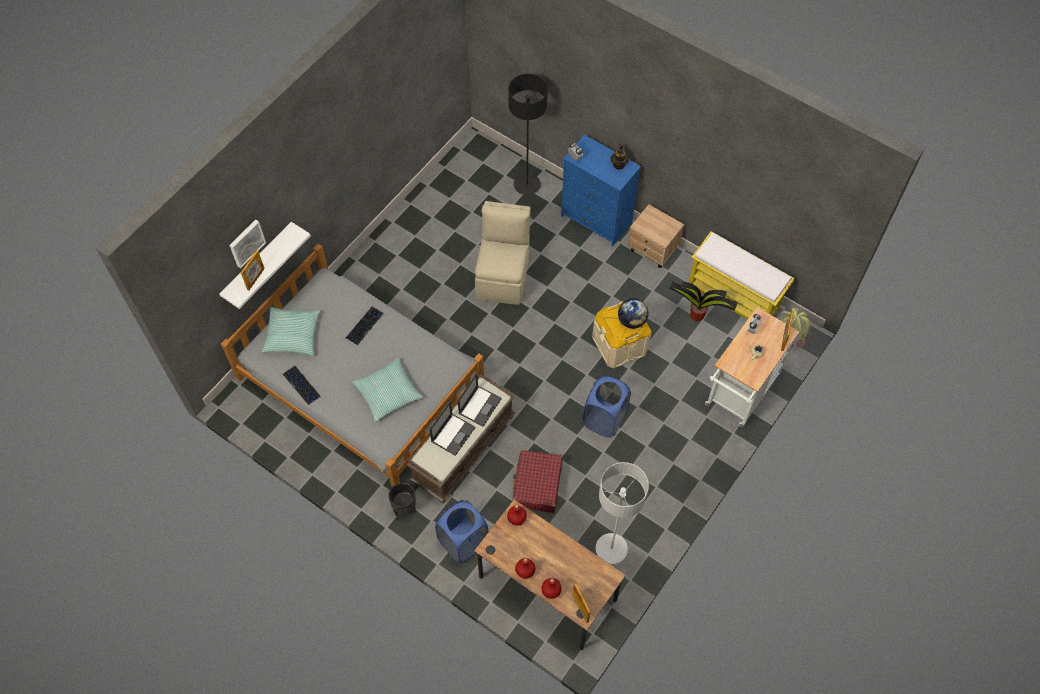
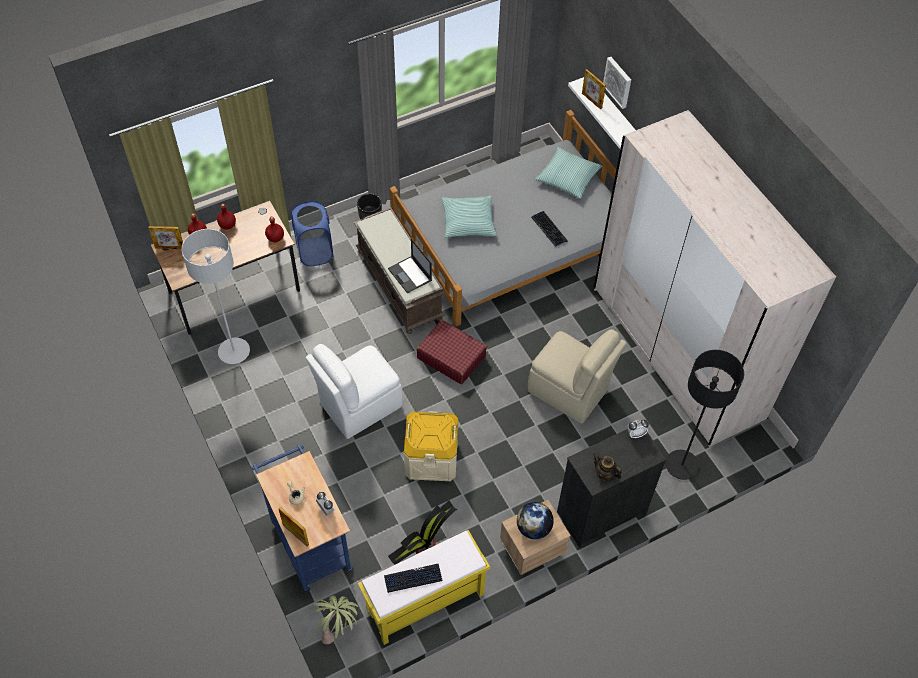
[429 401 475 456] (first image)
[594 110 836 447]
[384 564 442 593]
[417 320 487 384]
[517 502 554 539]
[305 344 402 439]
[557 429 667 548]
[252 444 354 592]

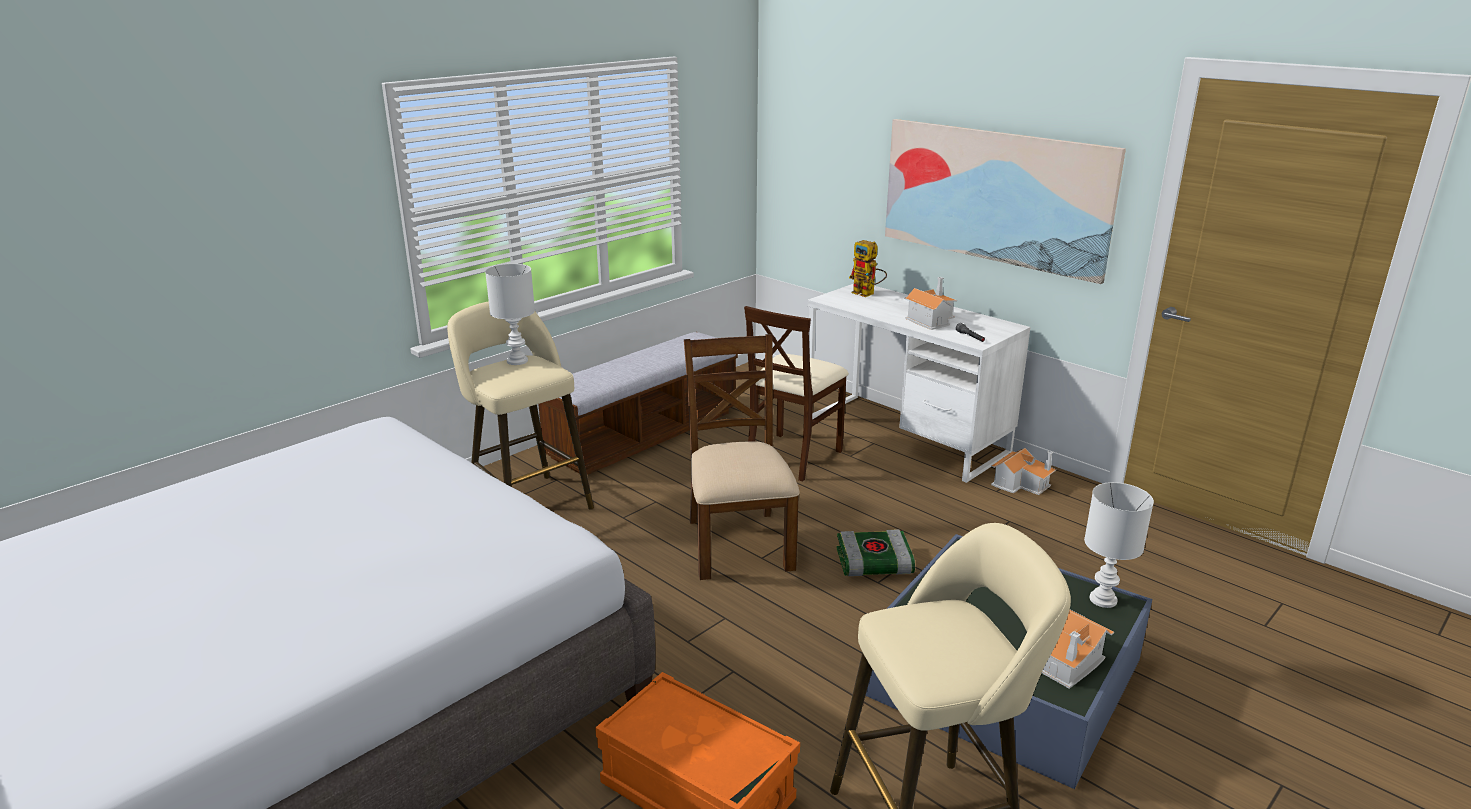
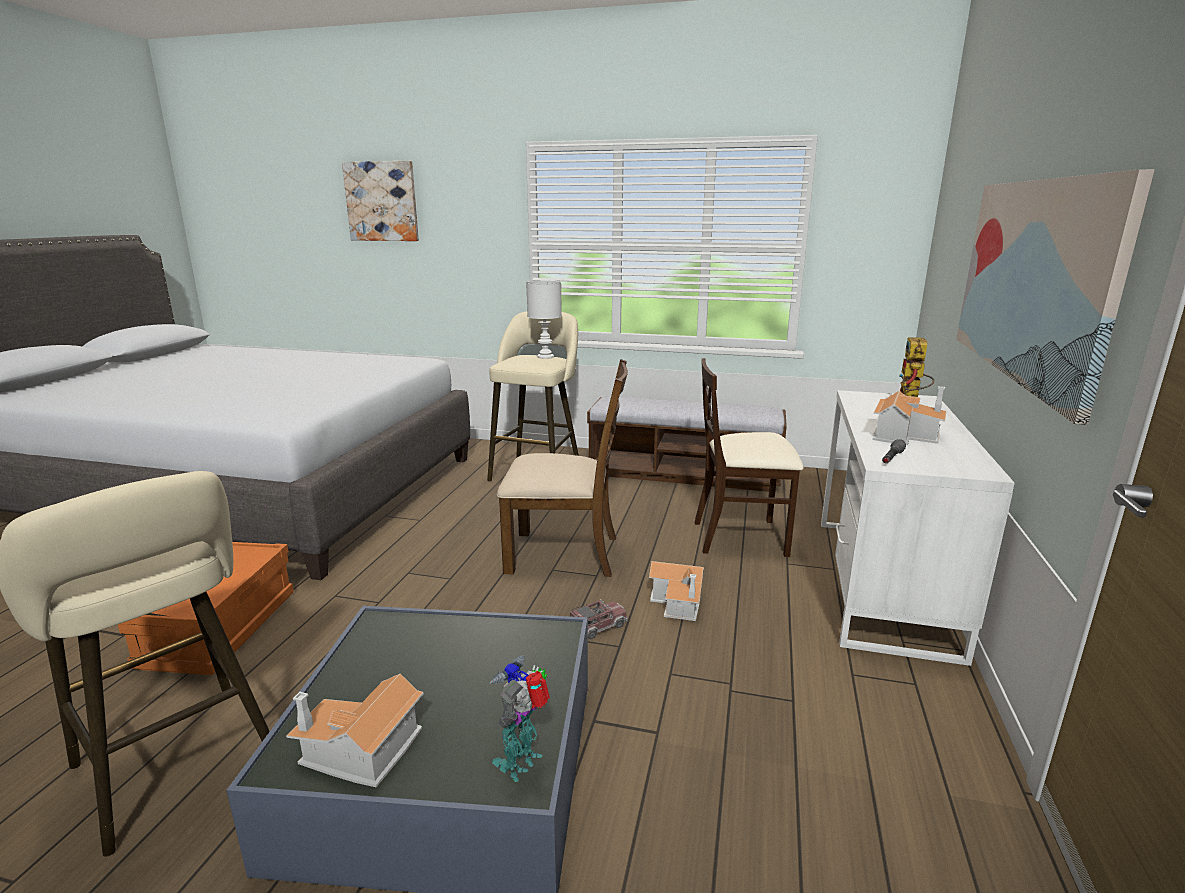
[342 161 419 241]
[649 561 704 621]
[570 599 628 640]
[489 655 550 782]
[497 359 628 577]

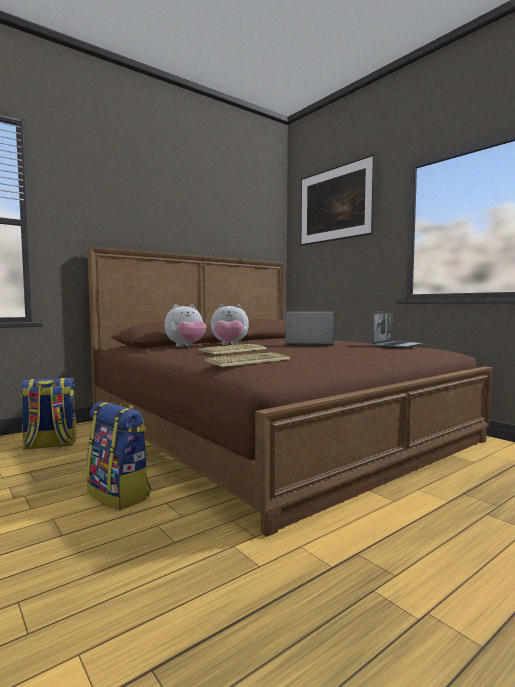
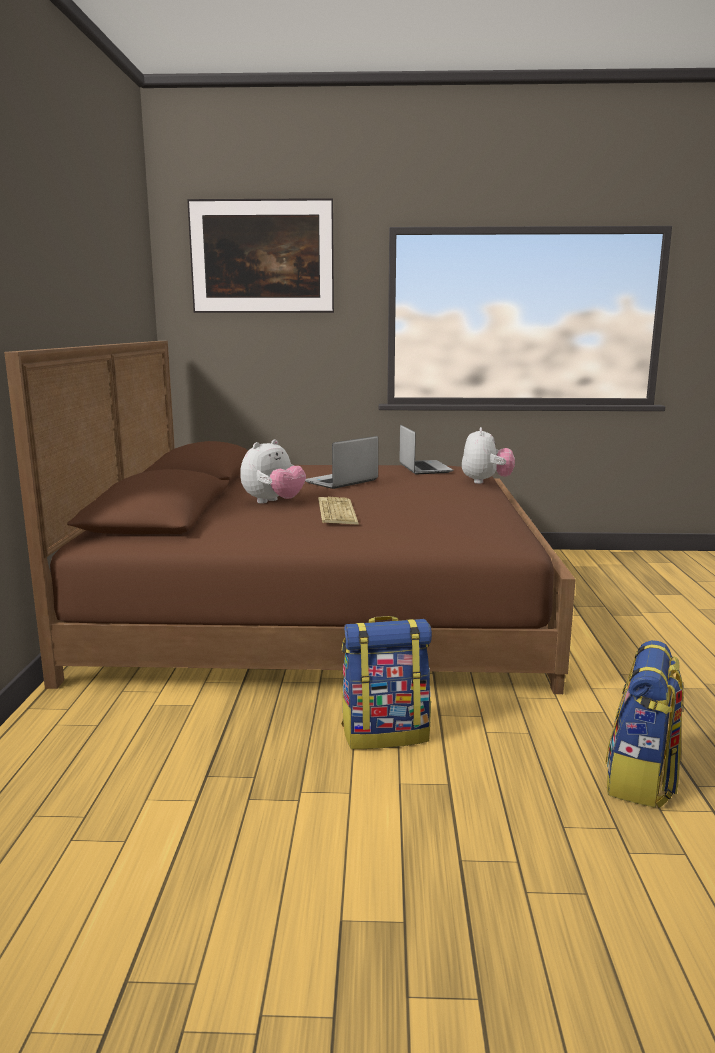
[204 353 290 367] (first image)
[605 640 684 808]
[462 427 515 484]

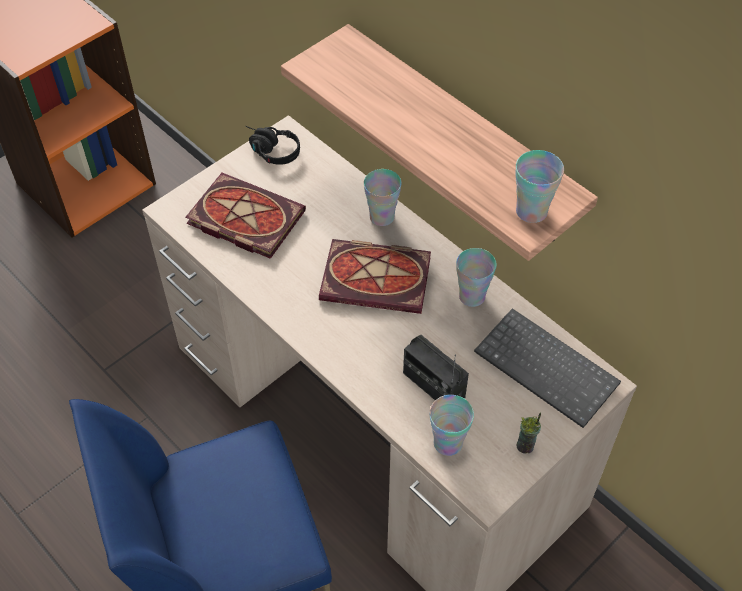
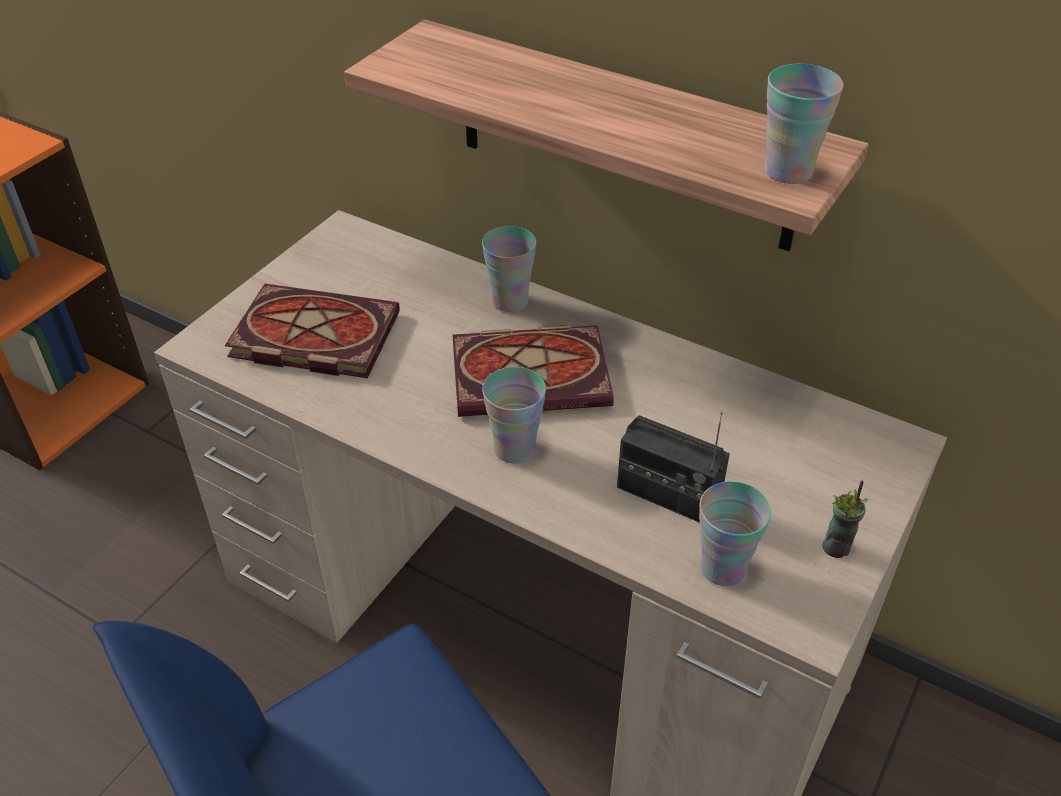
[245 126 300 165] (first image)
[474 308 621 428] (first image)
[482 367 546 464]

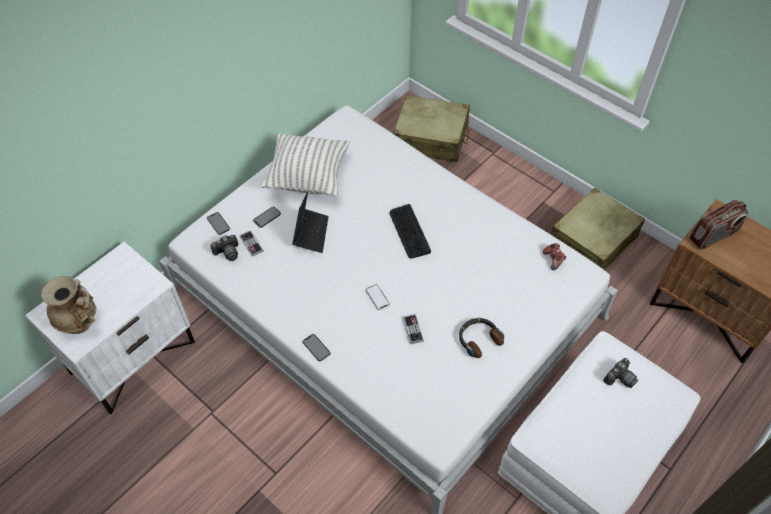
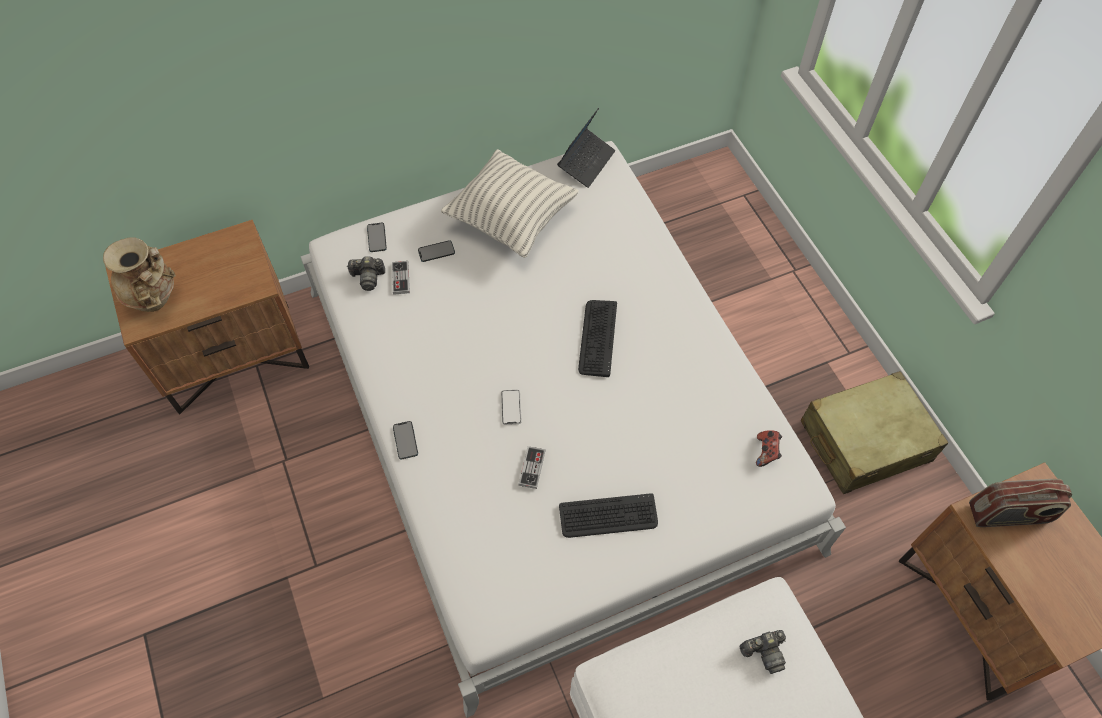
[393 95 470 162] (first image)
[557 108 615 188]
[559 493 658 538]
[105 220 309 414]

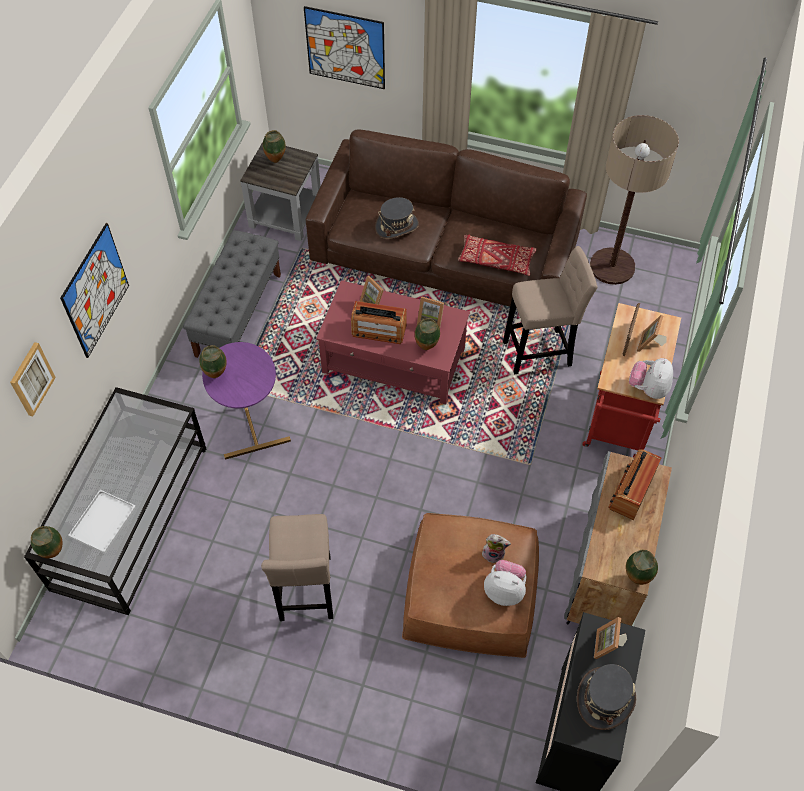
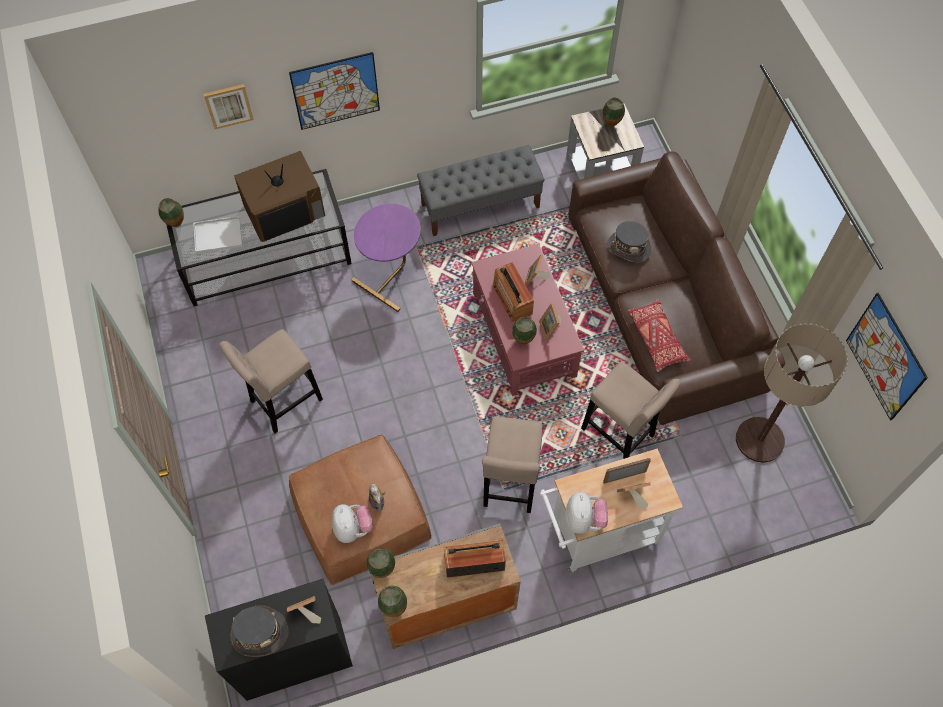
[234 151 325 242]
[482 416 542 513]
[367 548 395 578]
[846 293 928 421]
[540 449 683 572]
[565 492 608 534]

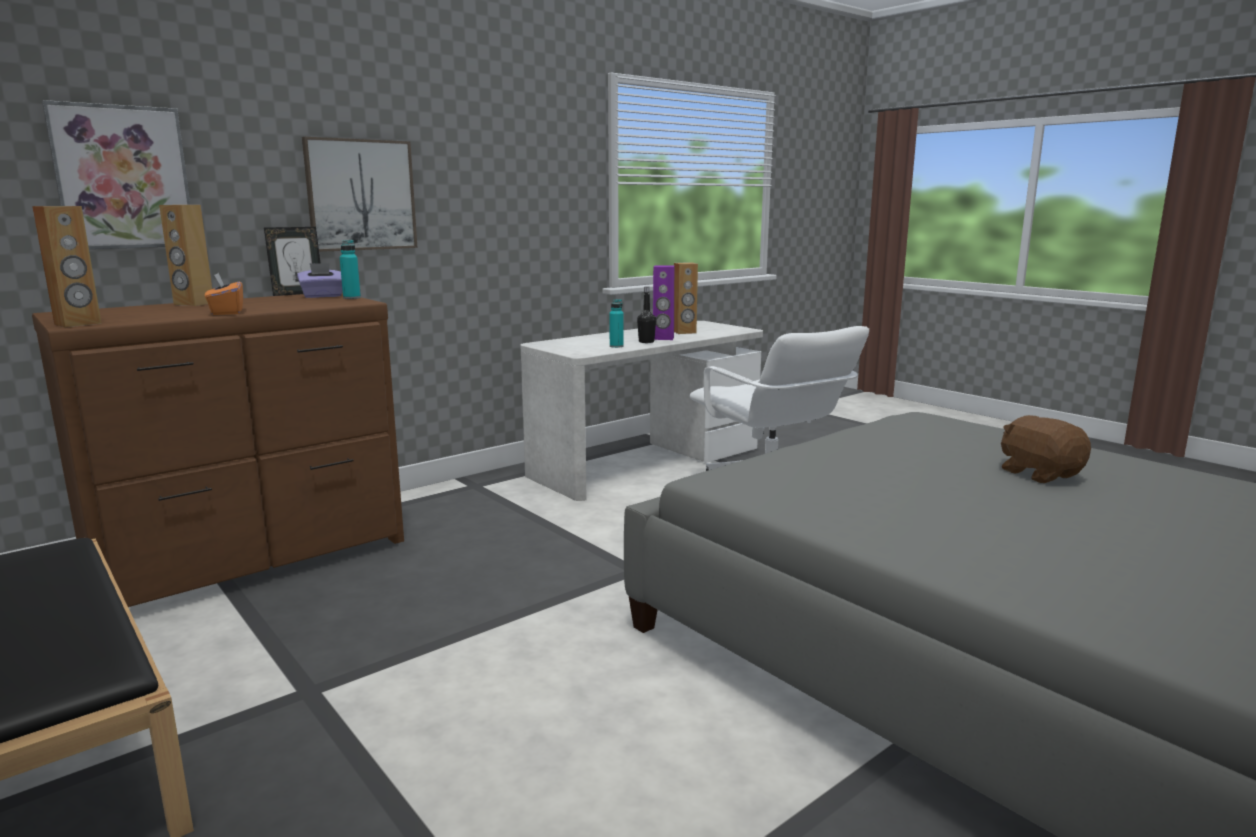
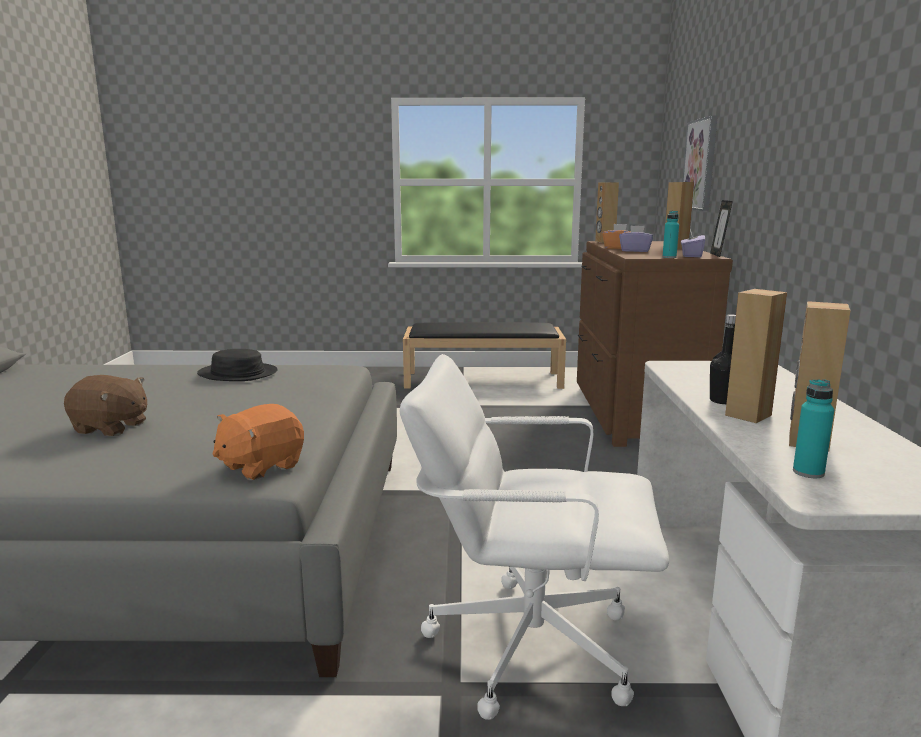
[302 137 418 252] (first image)
[197 349 278 381]
[213 404 304 480]
[619 226 653 252]
[793 379 834 478]
[725 289 787 423]

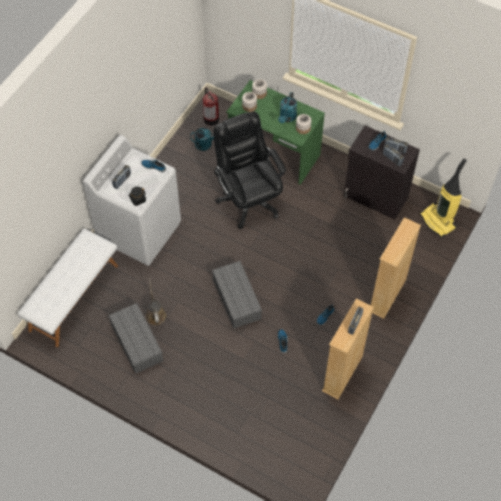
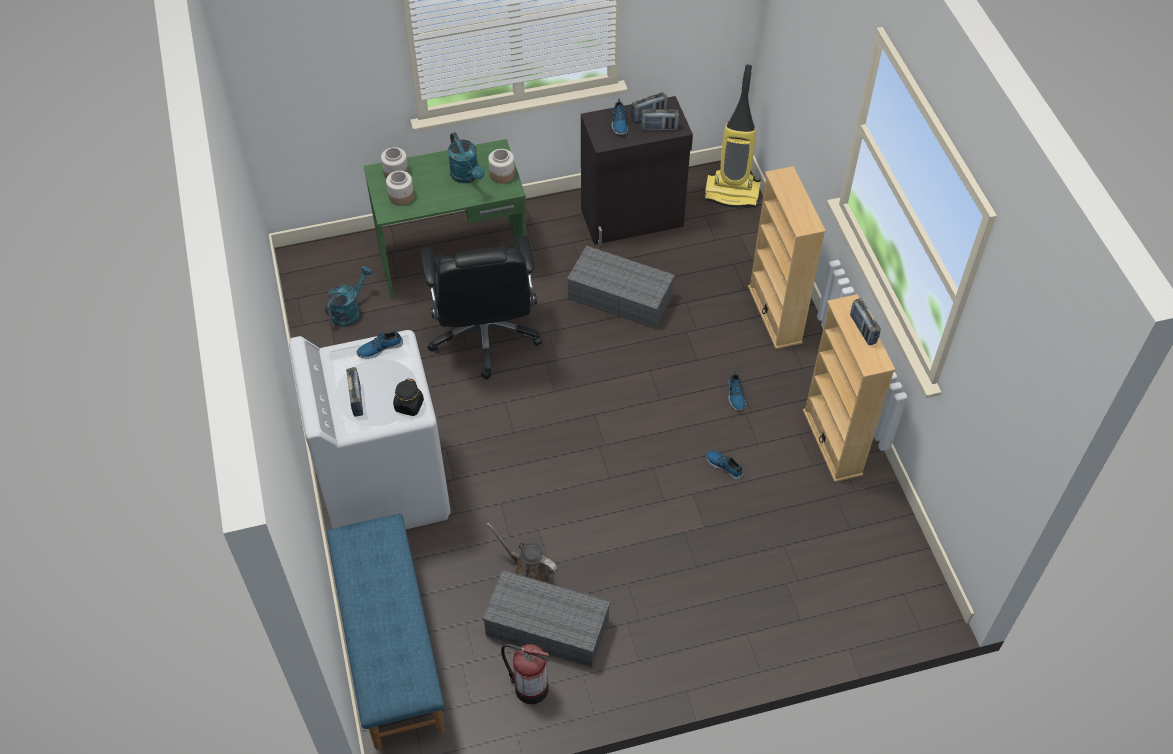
[501 644 550 704]
[567 246 675 329]
[327 514 445 750]
[420 235 542 380]

